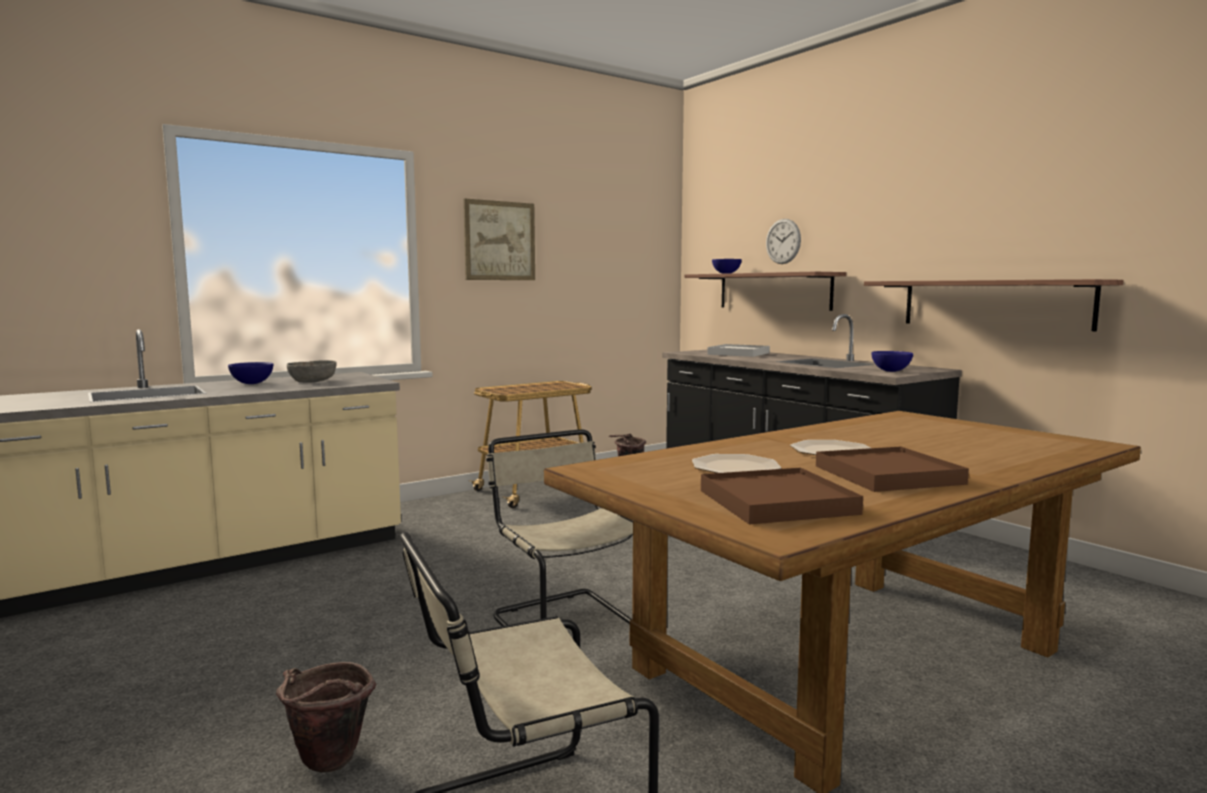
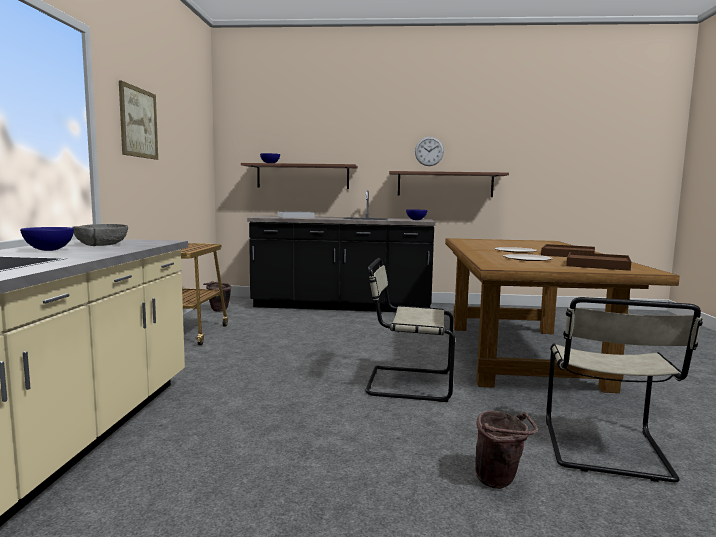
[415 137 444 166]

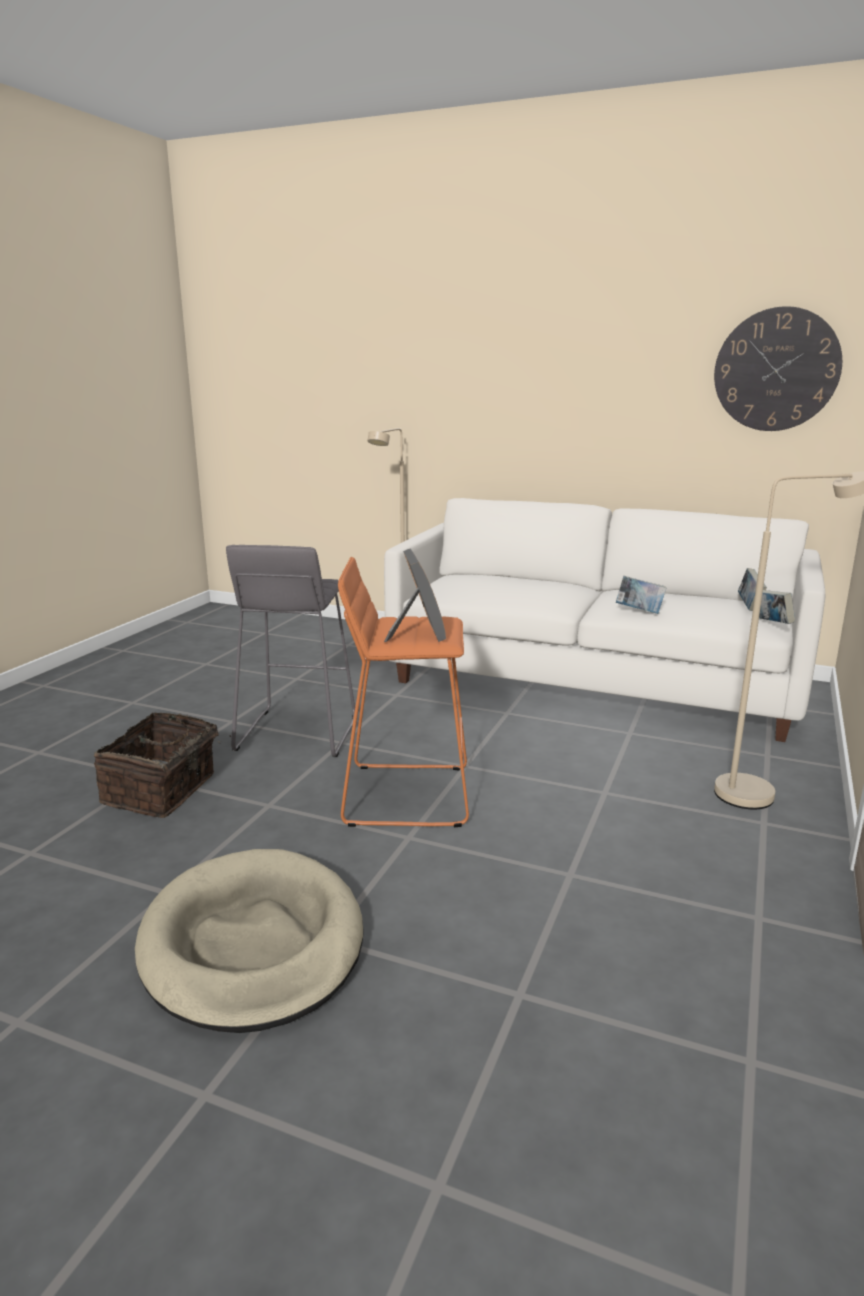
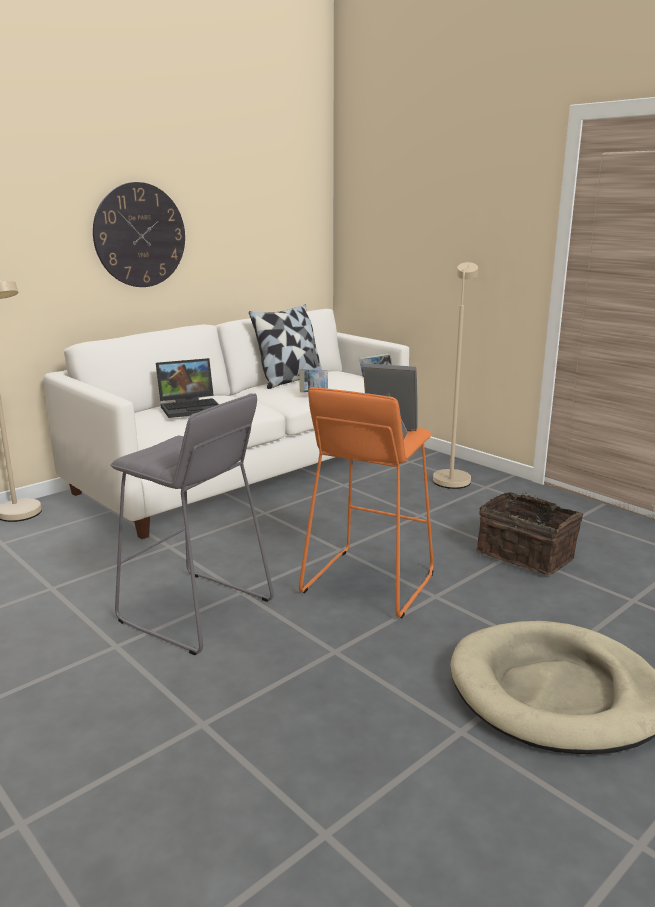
[738 568 767 611] (first image)
[156 358 219 418]
[249 304 322 389]
[476 492 583 575]
[93 182 185 287]

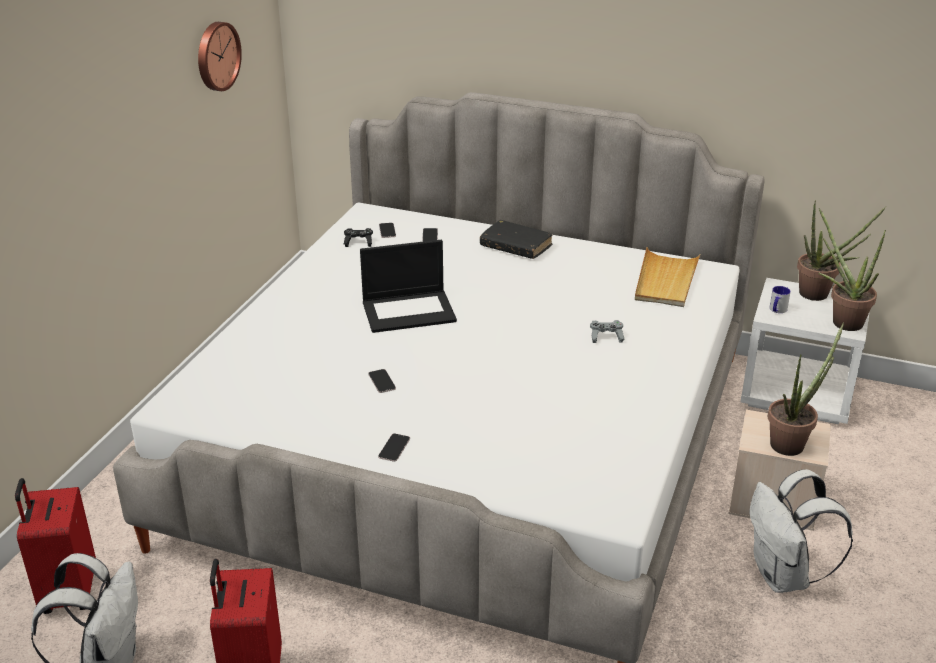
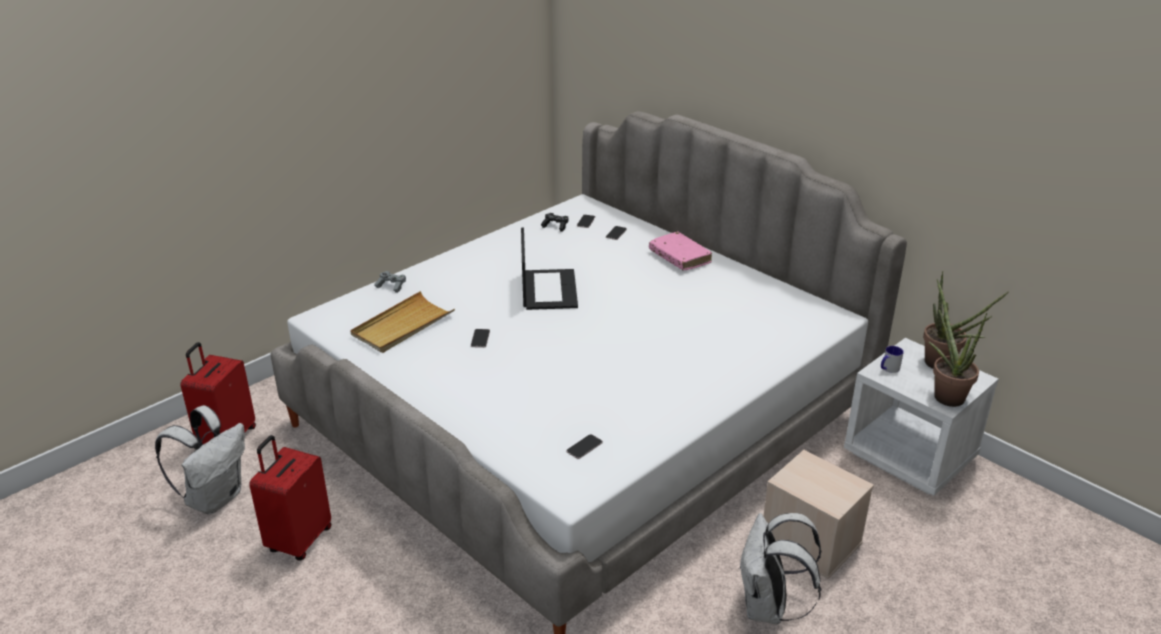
[198 22 242 91] (first image)
[768 323 844 456] (first image)
[566 434 603 459]
[374 271 406 293]
[350 291 455 353]
[649 232 712 270]
[521 228 578 310]

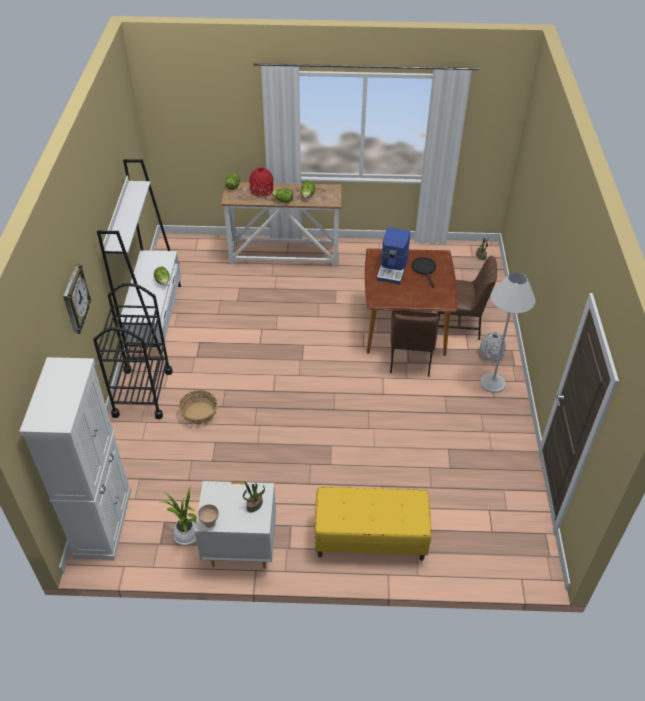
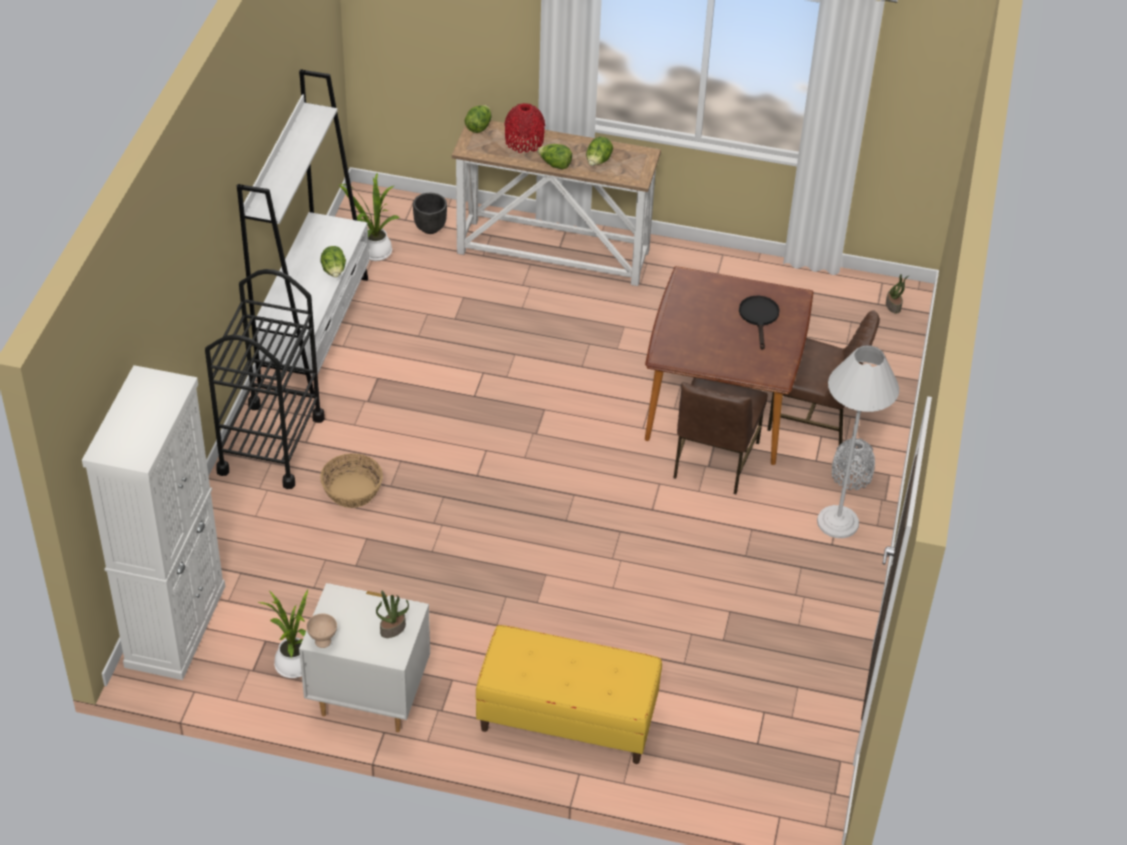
[63 263 91 334] (first image)
[377 227 410 285] (first image)
[340 172 400 261]
[413 193 447 234]

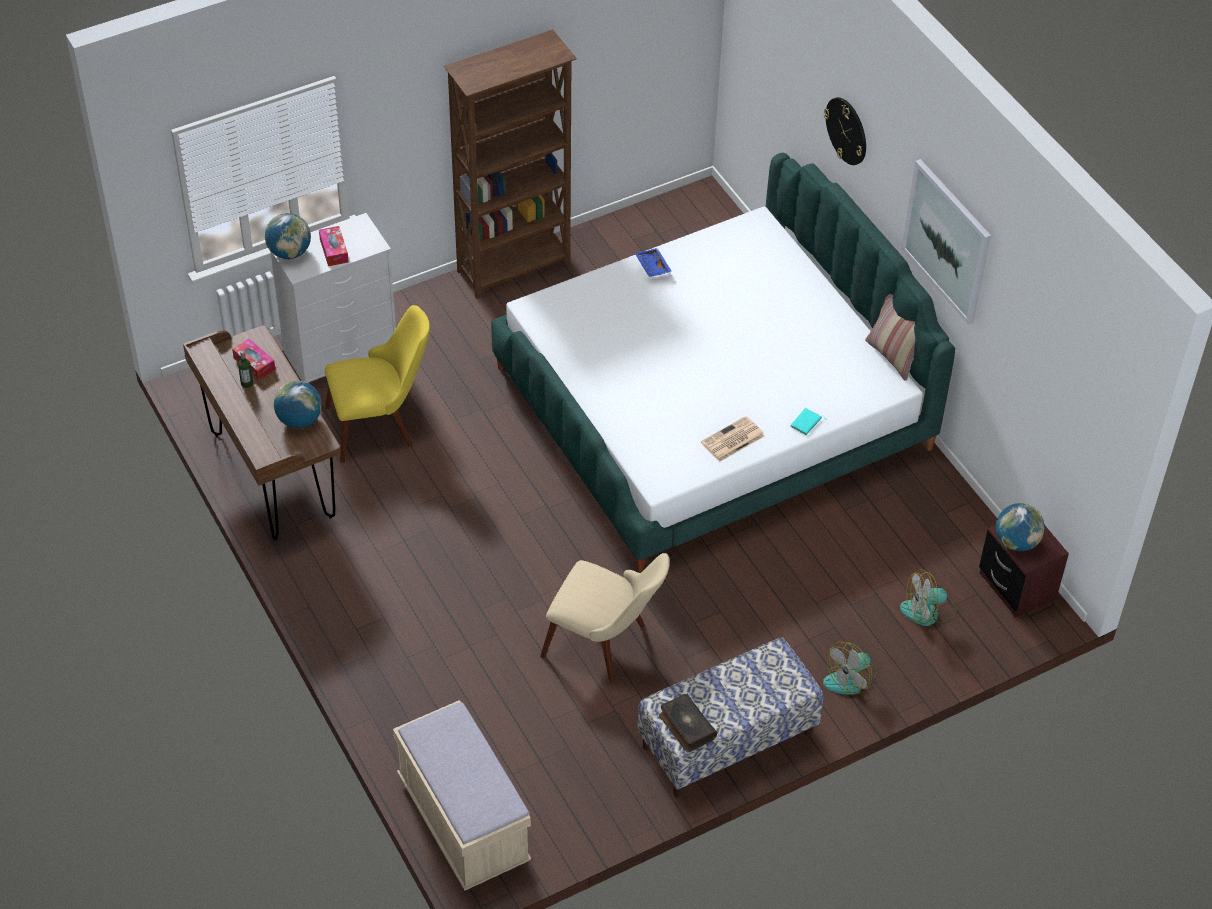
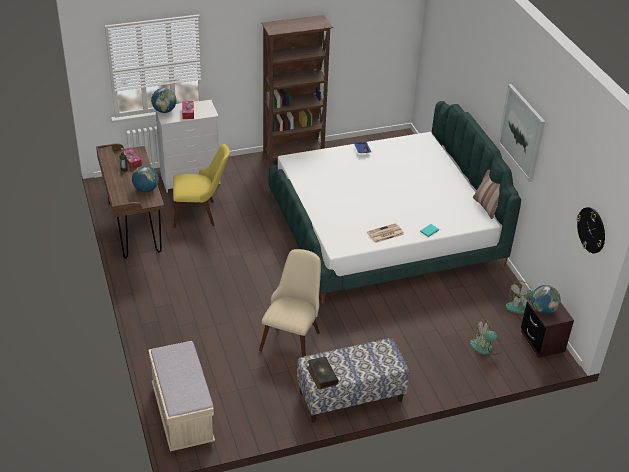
[505 280 533 314]
[577 207 605 253]
[259 249 321 357]

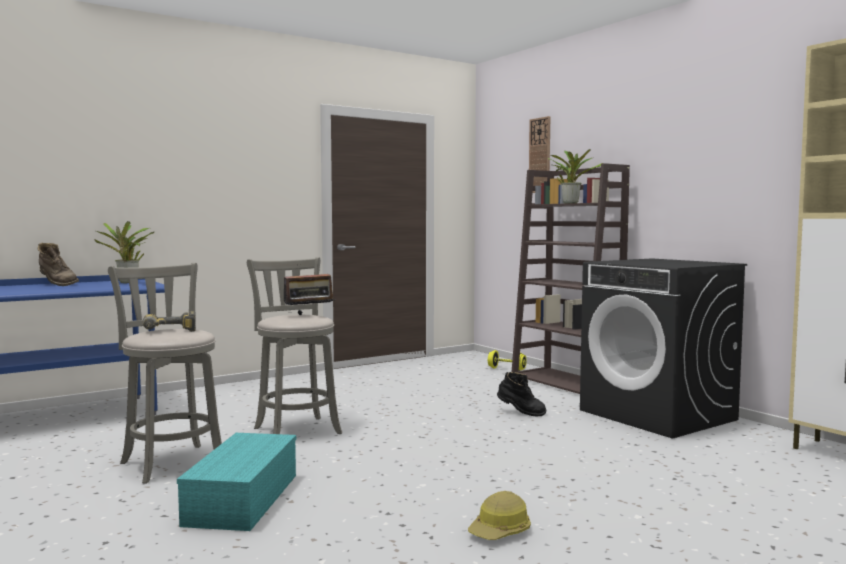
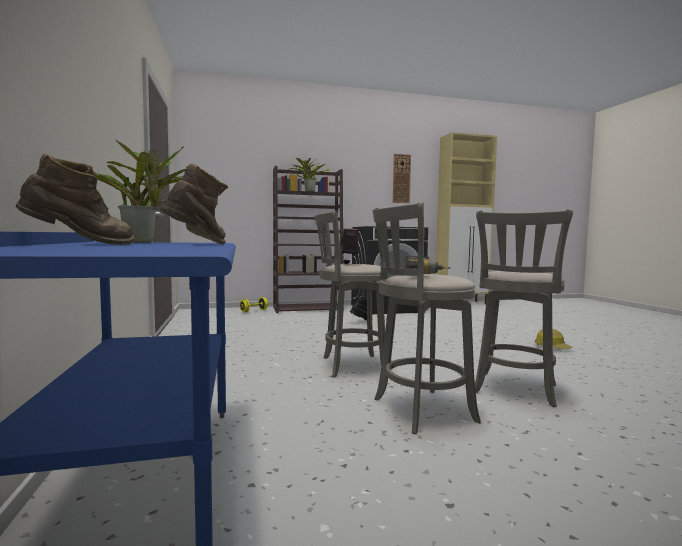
[160 163 228 245]
[393 154 411 203]
[475 209 573 407]

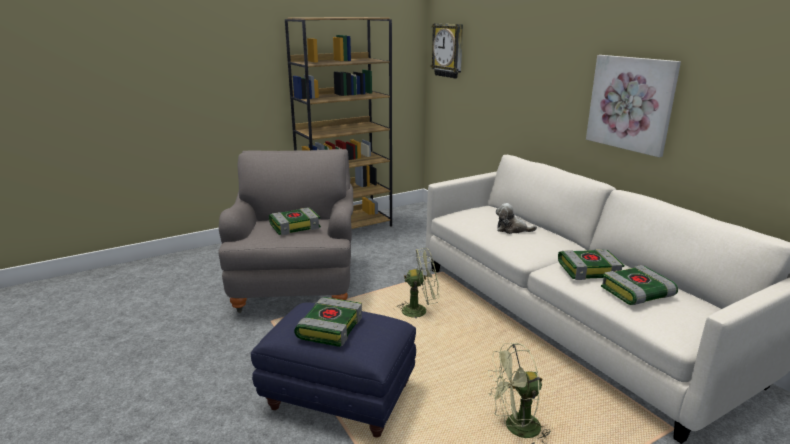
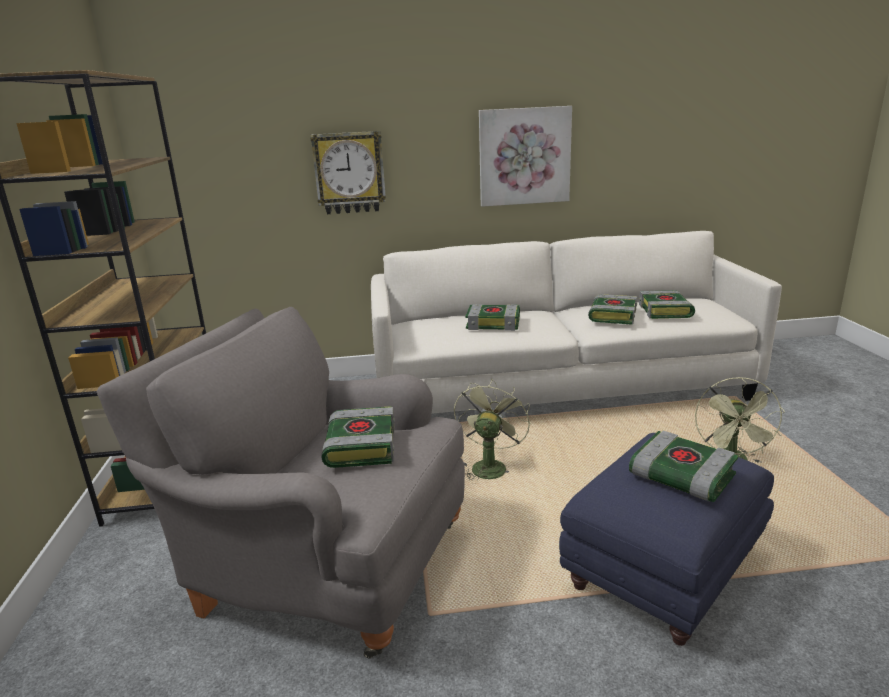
[311 131 386 214]
[465 304 520 331]

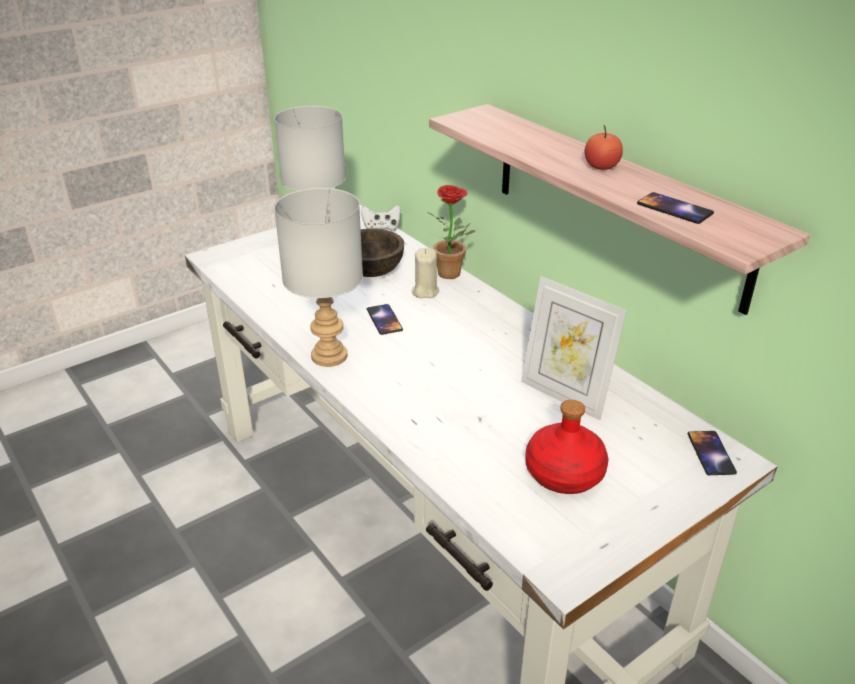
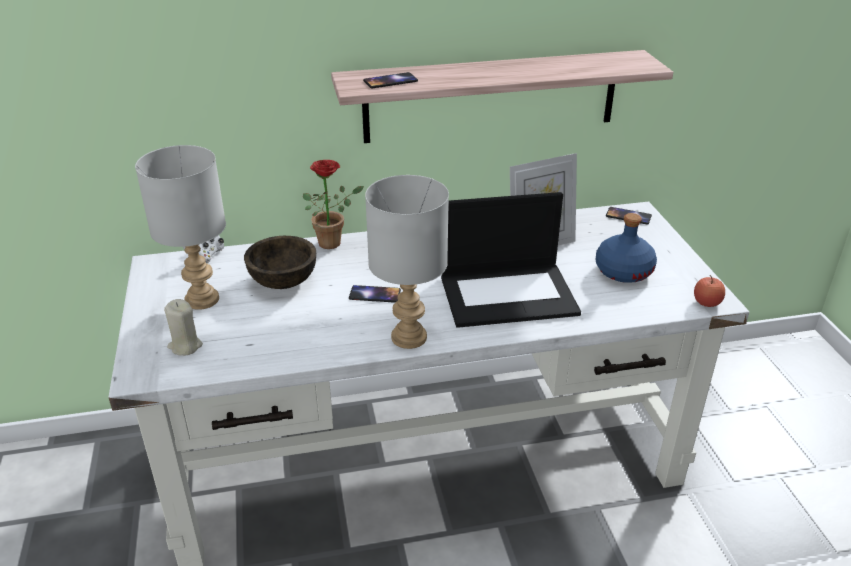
[441 192 581 328]
[164 299 203 356]
[694 275 725 307]
[363 72 418 88]
[596 213 657 283]

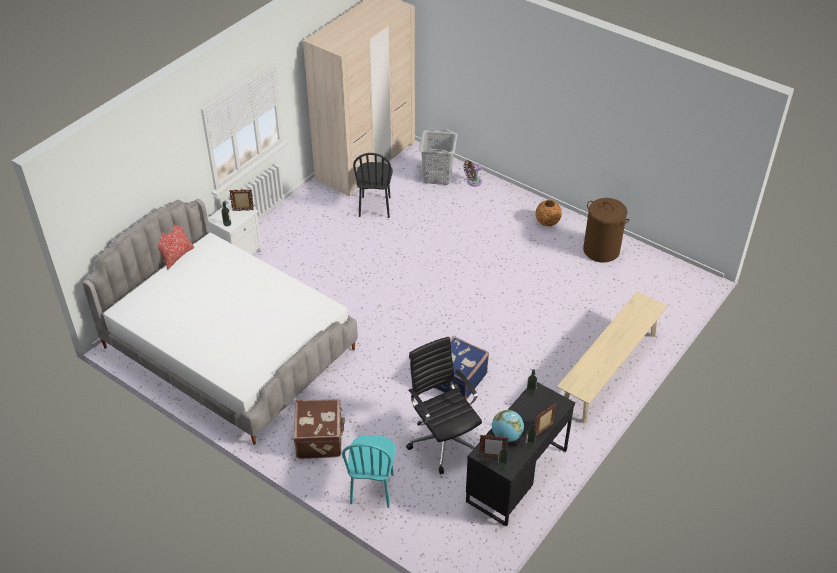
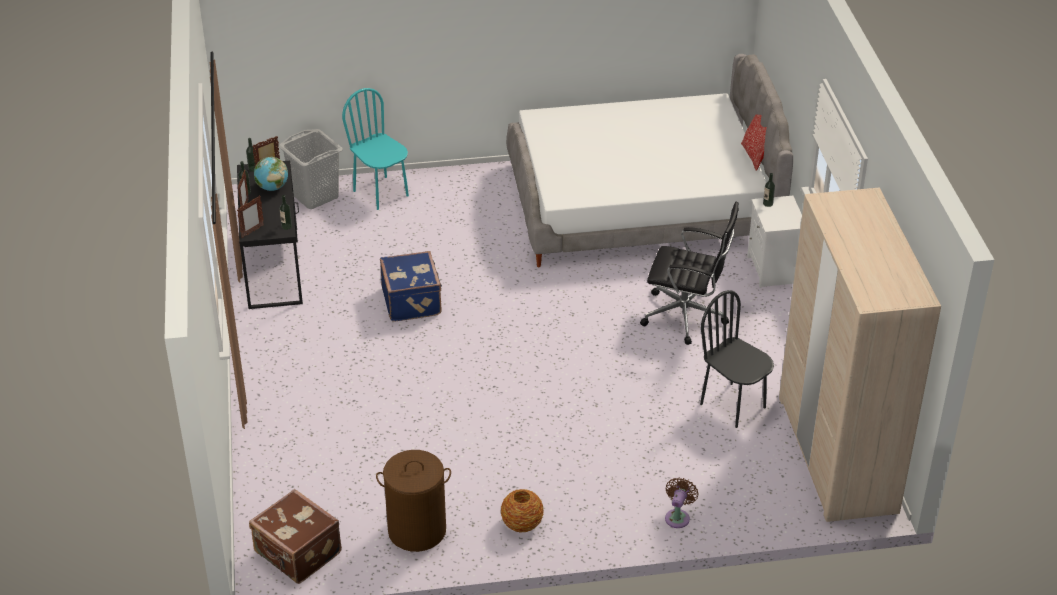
[557 292 668 424] (first image)
[237 196 264 238]
[249 489 342 584]
[640 202 739 345]
[279 129 343 209]

